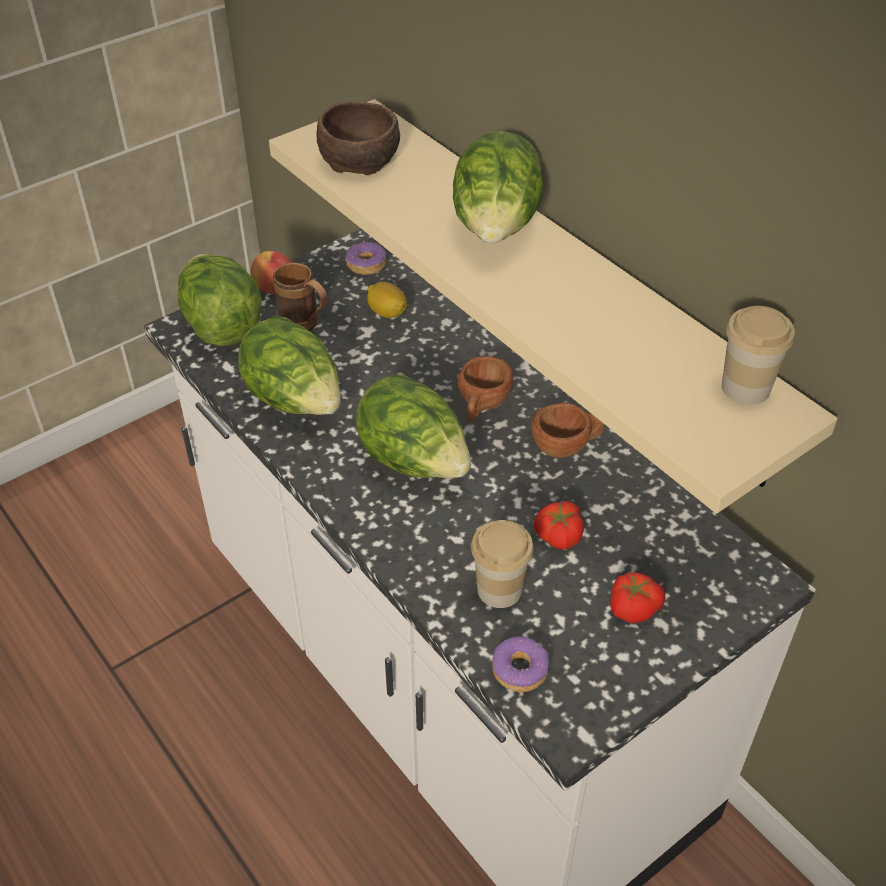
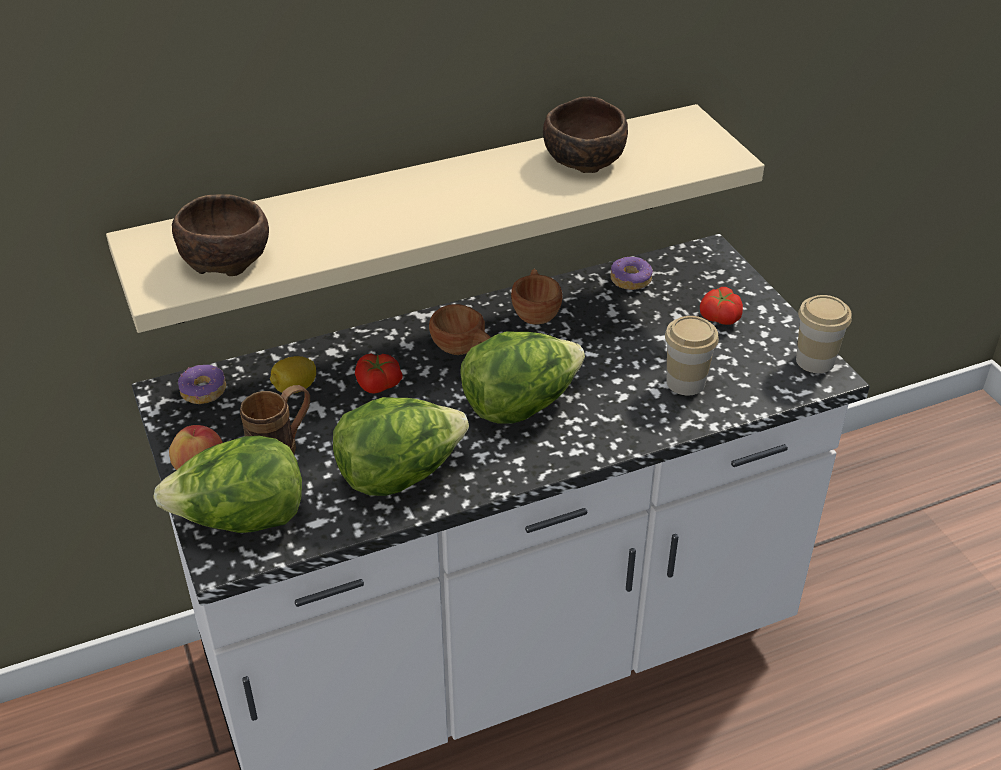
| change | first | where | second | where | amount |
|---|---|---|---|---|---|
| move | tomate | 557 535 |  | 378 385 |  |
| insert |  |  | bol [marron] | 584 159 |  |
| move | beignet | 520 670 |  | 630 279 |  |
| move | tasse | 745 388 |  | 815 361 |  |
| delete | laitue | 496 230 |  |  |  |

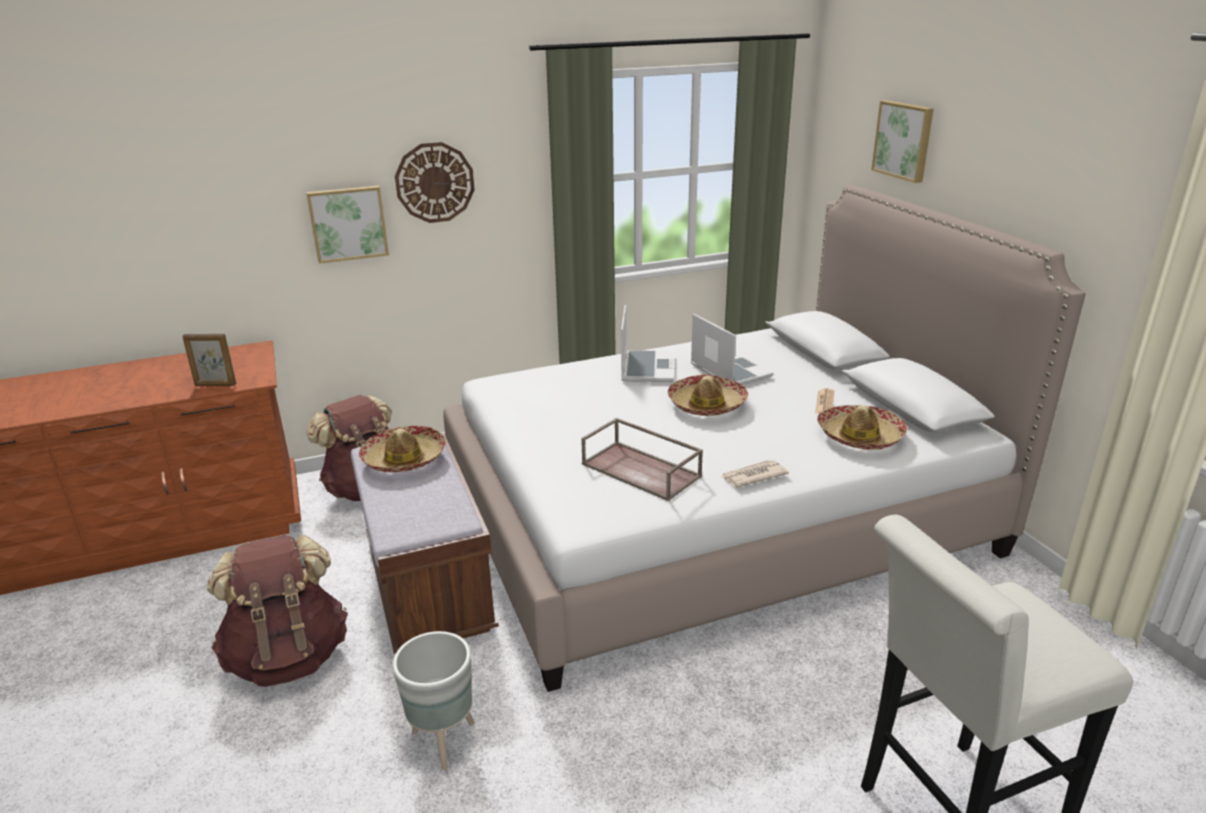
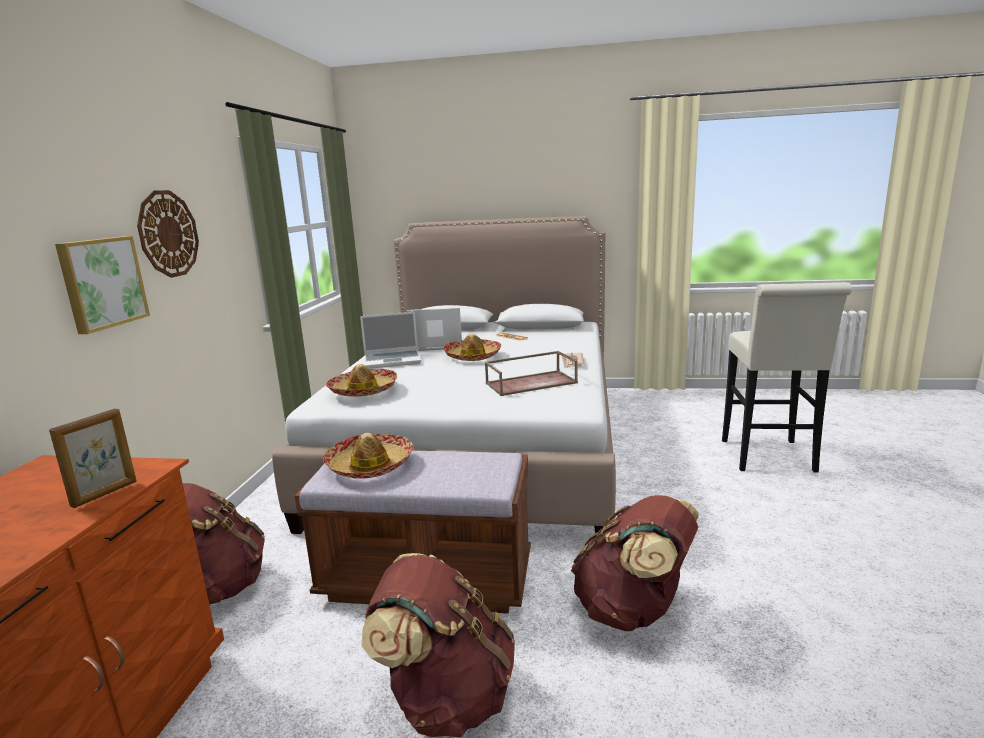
| change | first | where | second | where | amount |
|---|---|---|---|---|---|
| move | chapeau | 860 436 |  | 363 390 |  |
| rotate | ordinateur portable | 646 367 |  | 393 360 | 135 degrees clockwise |
| replace | cache-pot [gris] | 442 742 | sac à dos [marron] | 633 610 |  |
| delete | tableau | 904 140 |  |  |  |

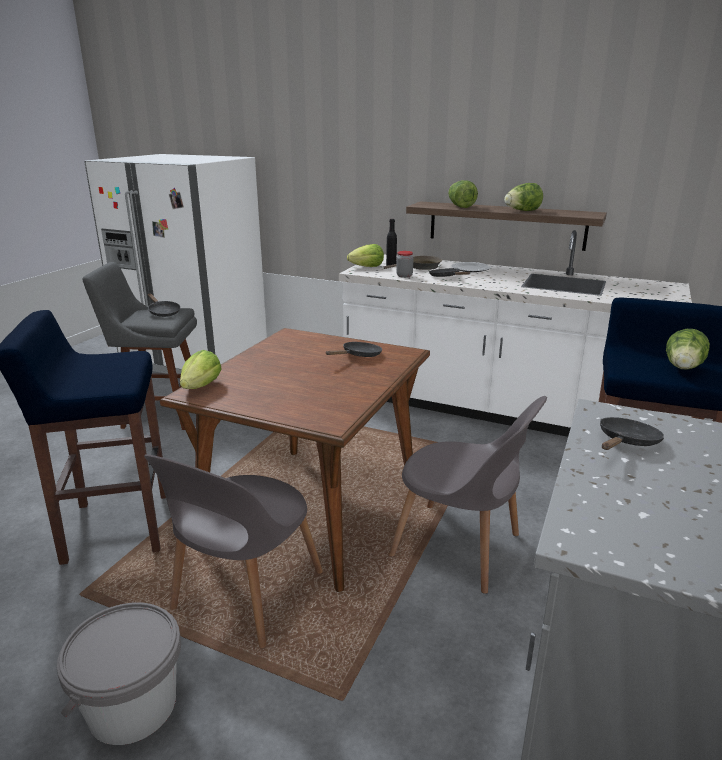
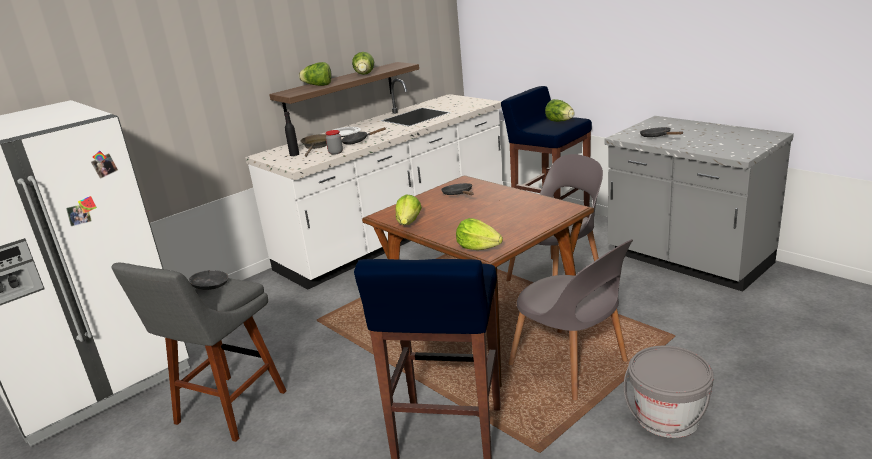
| change | first | where | second | where | amount |
|---|---|---|---|---|---|
| move | laitue | 367 267 |  | 409 223 |  |

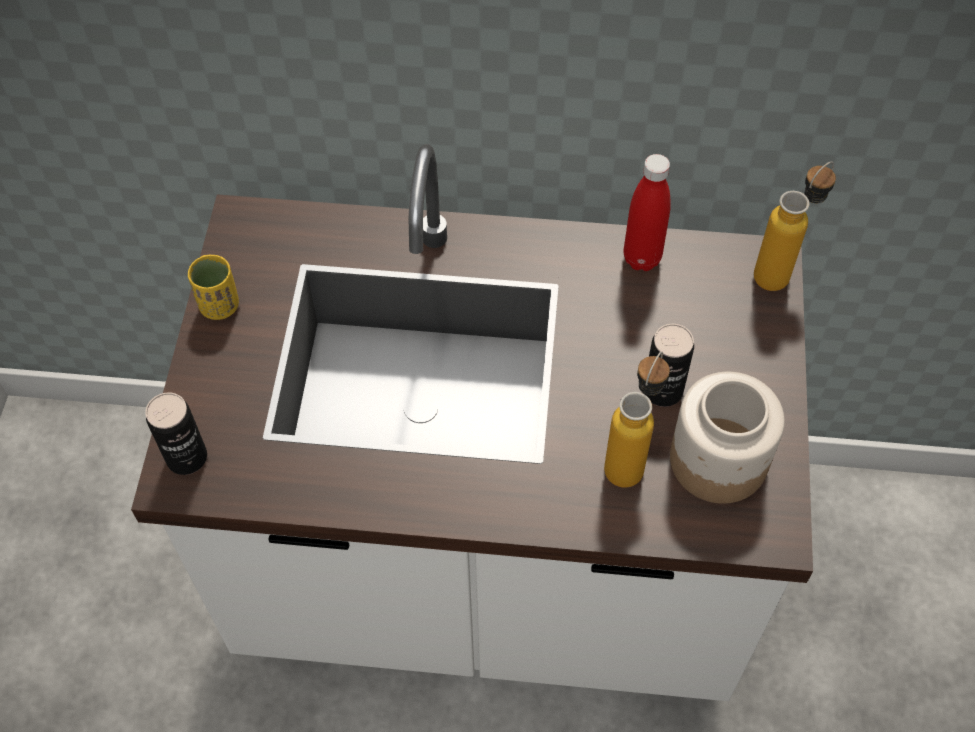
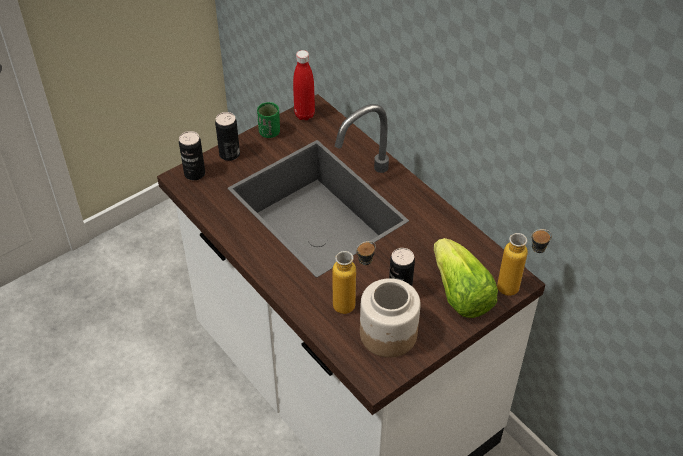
| change | first | where | second | where | amount |
|---|---|---|---|---|---|
| insert |  |  | boîte métallique | 229 154 |  |
| recolor | tasse [jaune] | 219 305 | tasse [vert] | 269 132 |  |
| move | bouteille [rouge] | 642 258 |  | 304 115 |  |
| insert |  |  | laitue | 460 294 |  |

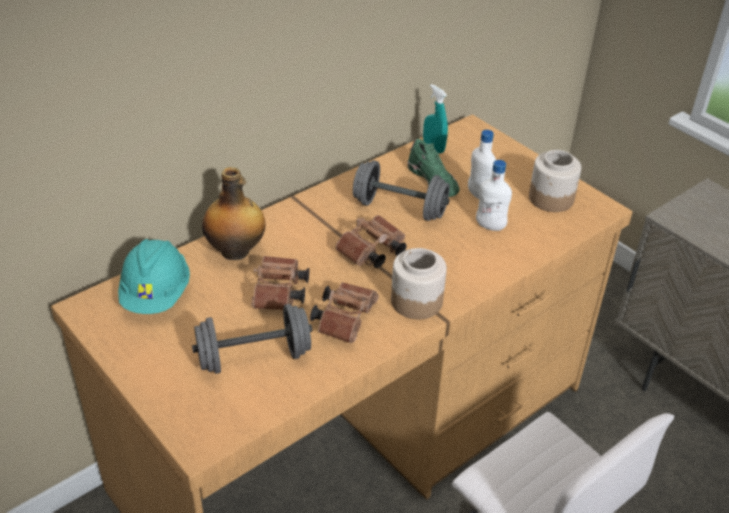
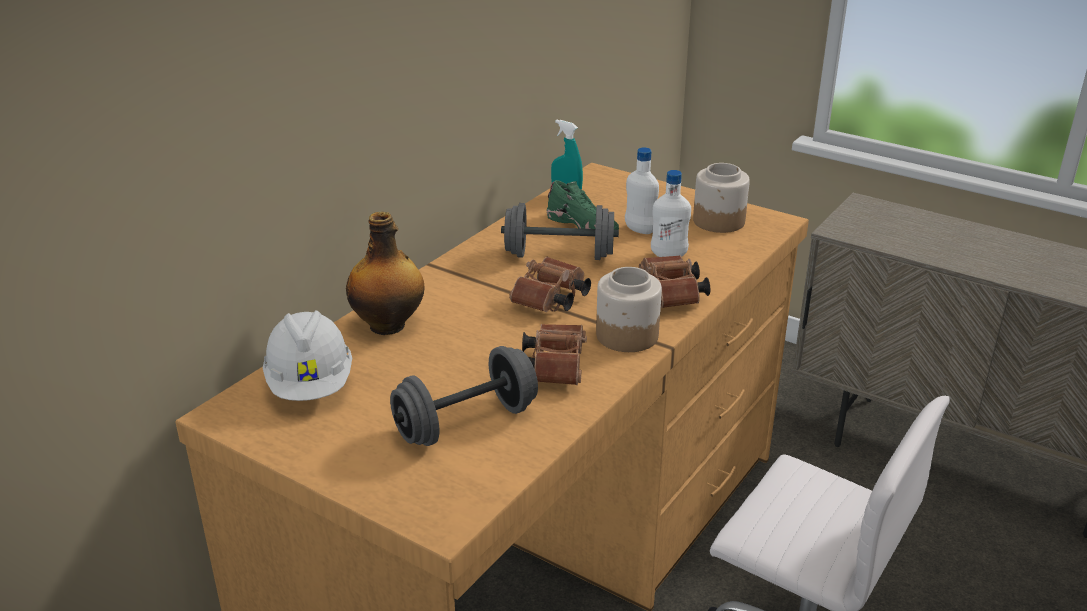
| change | first | where | second | where | amount |
|---|---|---|---|---|---|
| recolor | casque de chantier [turquoise] | 156 295 | casque de chantier [blanc] | 311 384 |  |
| move | jumelles [marron] | 279 294 |  | 672 295 |  |

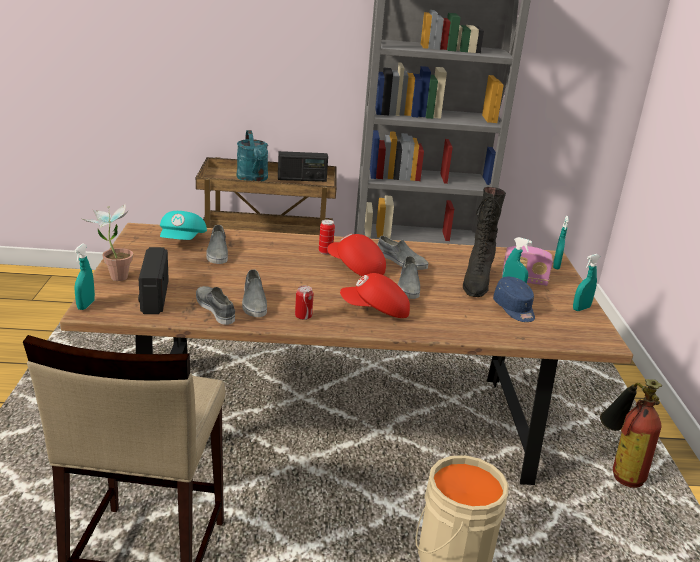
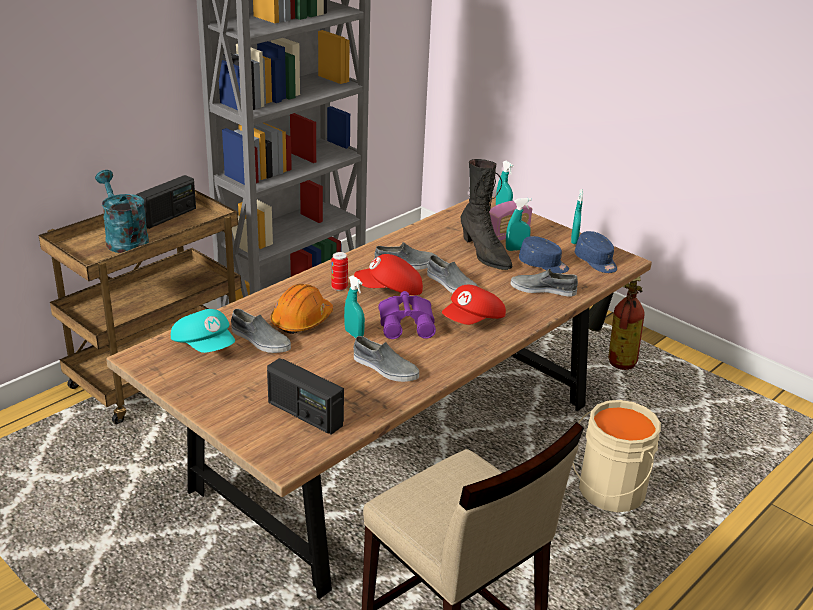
| change | first | where | second | where | amount |
|---|---|---|---|---|---|
| rotate | arrosoir [turquoise] | 253 179 |  | 124 239 | 150 degrees counterclockwise |
| insert |  |  | casque de chantier [orange] | 301 320 |  |
| move | vaporisateur [turquoise] | 86 305 |  | 354 334 |  |
| insert |  |  | jumelles [violet] | 407 322 |  |
| move | chaussure [gris] | 216 309 |  | 543 289 |  |
| insert |  |  | casquette [bleu] | 596 261 |  |
| delete | plante en pot | 114 276 |  |  |  |
| delete | boîte métallique | 303 316 |  |  |  |

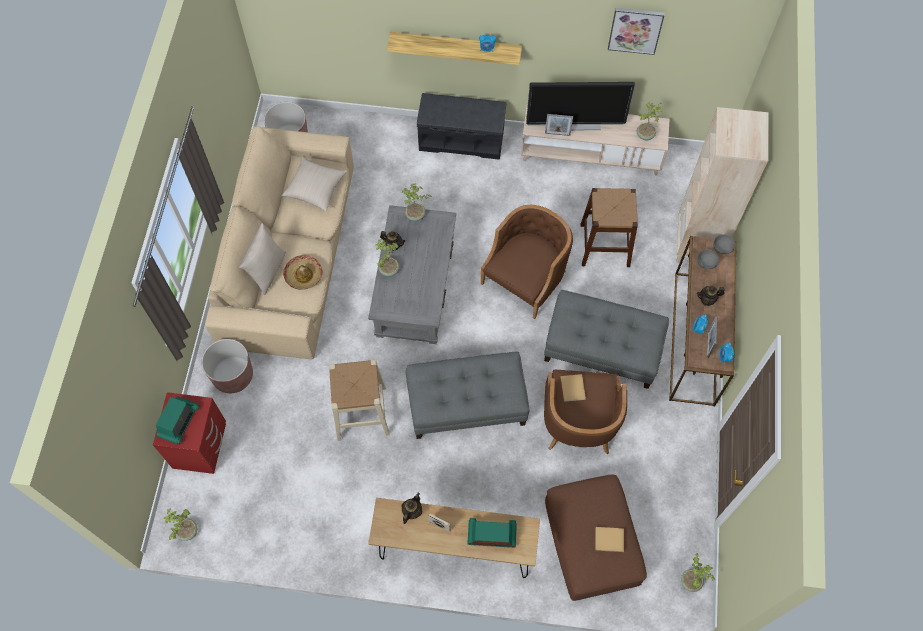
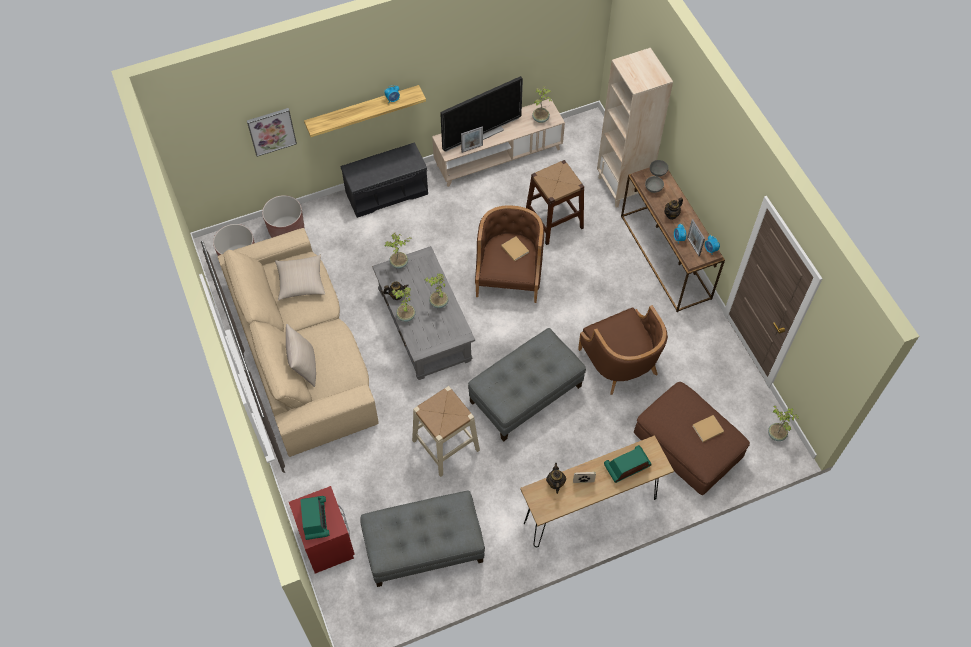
| change | first | where | second | where | amount |
|---|---|---|---|---|---|
| move | tableau | 635 30 |  | 271 131 |  |
| move | cache-pot [marron] | 233 376 |  | 287 231 |  |
| move | pouf [gris] | 602 349 |  | 424 547 |  |
| move | plante en pot | 187 531 |  | 438 303 |  |
| move | livre [beige] | 572 387 |  | 514 249 |  |
| delete | chapeau | 303 275 |  |  |  |

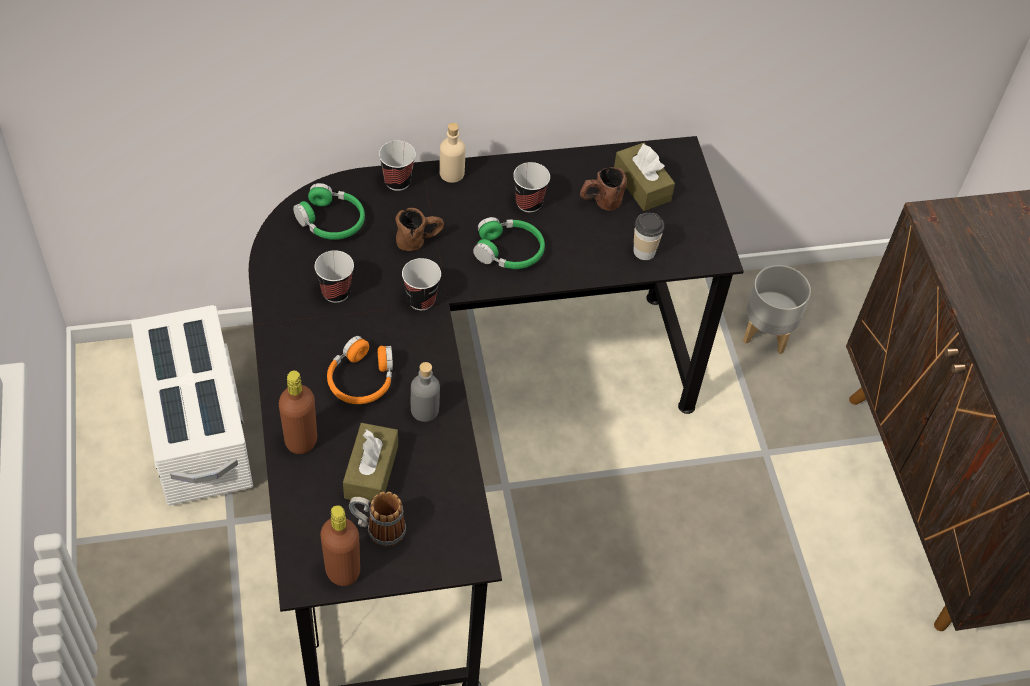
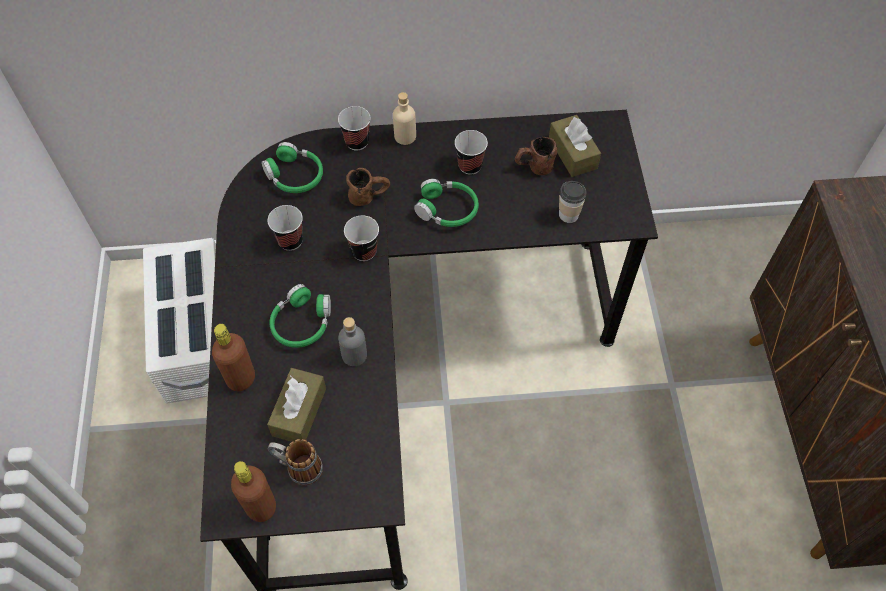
| change | first | where | second | where | amount |
|---|---|---|---|---|---|
| recolor | casque audio [orange] | 361 379 | casque audio [vert] | 302 323 |  |
| delete | cache-pot [gris] | 767 332 |  |  |  |

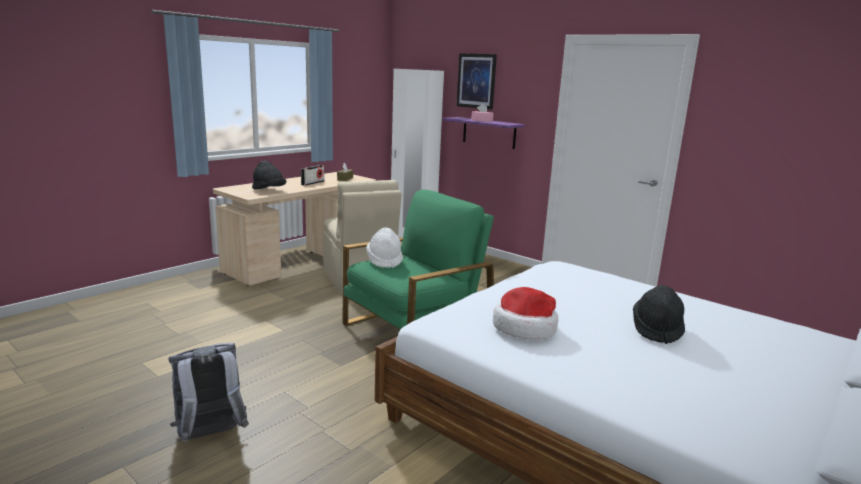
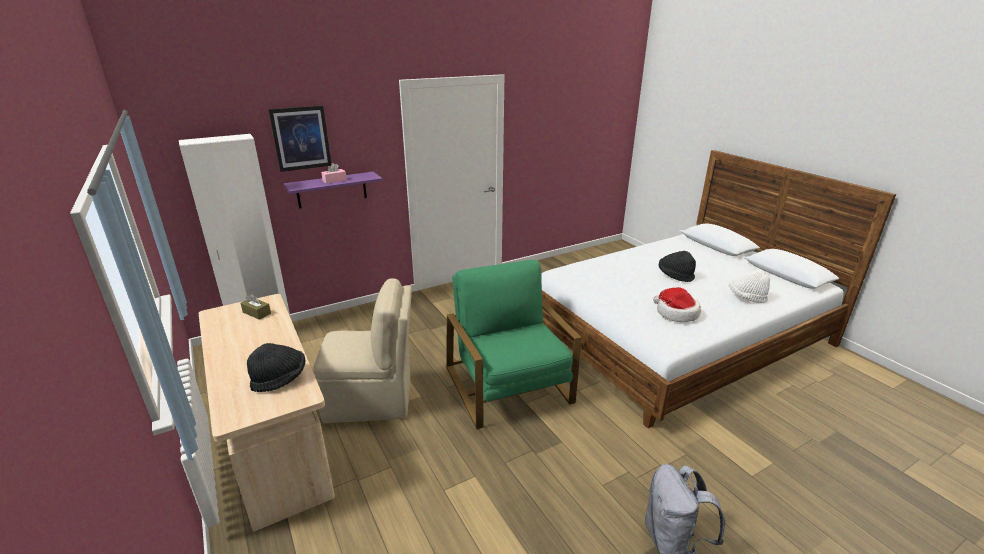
| change | first | where | second | where | amount |
|---|---|---|---|---|---|
| move | chapeau [blanc] | 384 261 |  | 746 298 |  |
| delete | radio | 312 183 |  |  |  |

